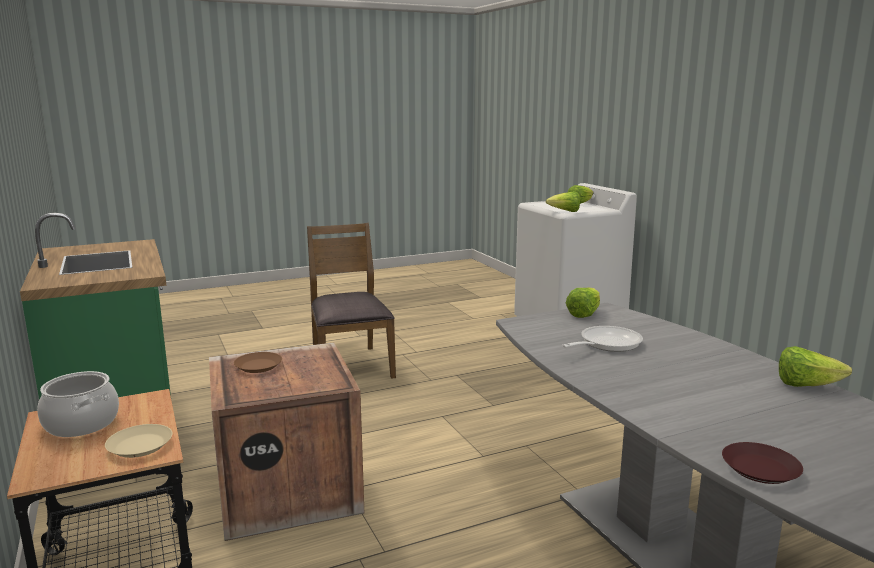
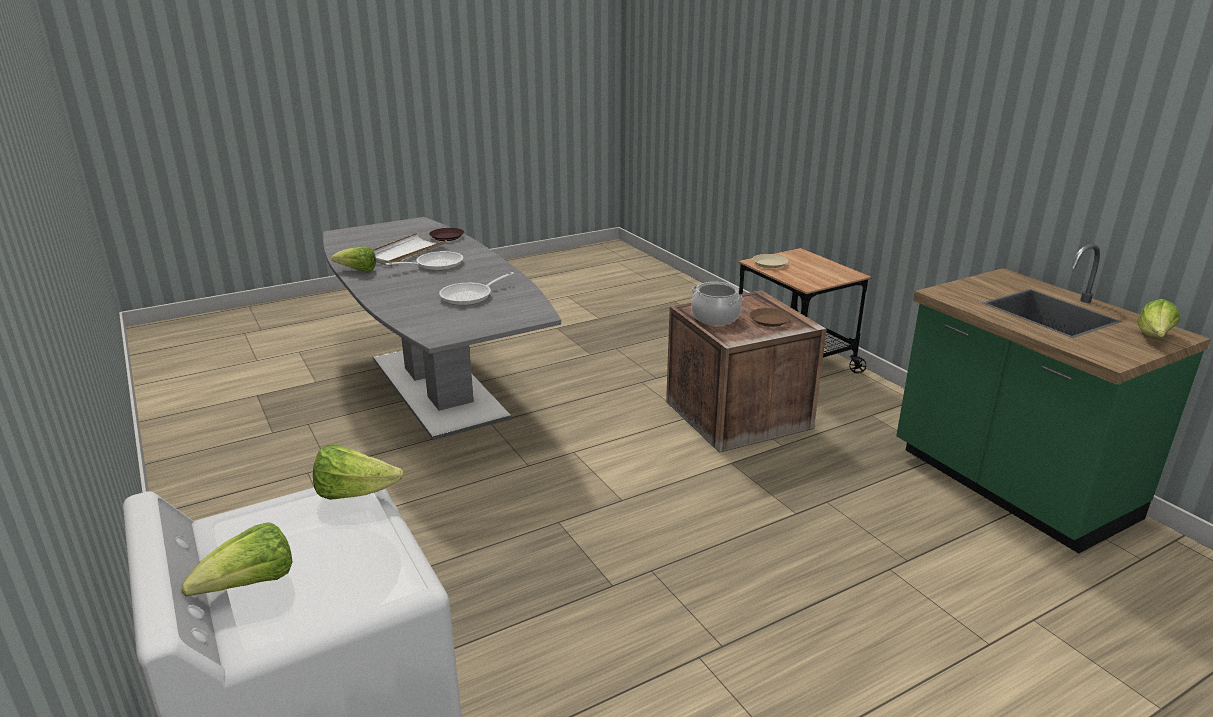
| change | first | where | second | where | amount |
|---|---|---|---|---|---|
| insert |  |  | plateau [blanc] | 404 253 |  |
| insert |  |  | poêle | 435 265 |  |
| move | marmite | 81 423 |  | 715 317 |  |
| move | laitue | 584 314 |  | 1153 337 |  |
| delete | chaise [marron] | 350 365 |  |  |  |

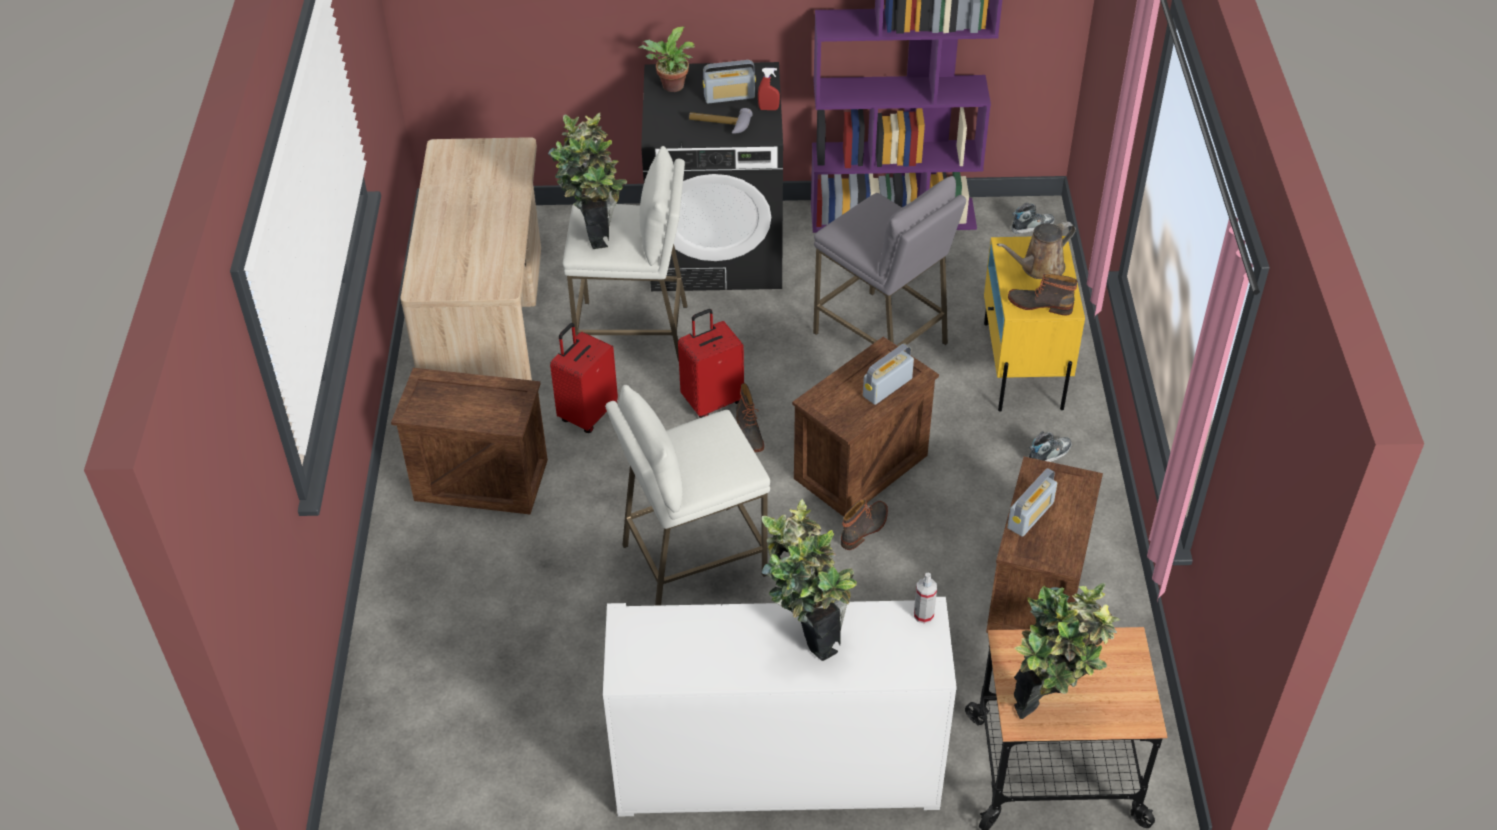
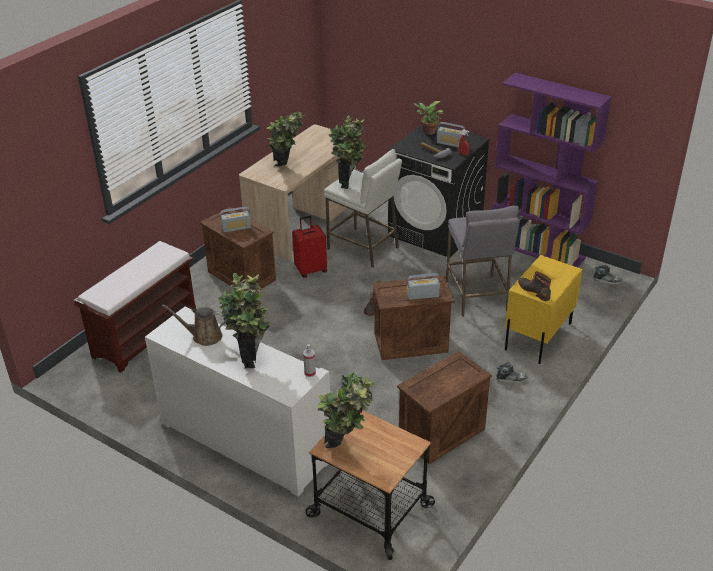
| change | first | where | second | where | amount |
|---|---|---|---|---|---|
| insert |  |  | banc [marron] | 146 334 |  |
| move | arrosoir [marron] | 1039 268 |  | 204 336 |  |
| move | radio | 1030 515 |  | 236 228 |  |
| insert |  |  | plante en pot | 288 169 |  |
| delete | tabouret [blanc] | 693 559 |  |  |  |
| delete | valise [rouge] | 712 401 |  |  |  |
| delete | botte | 865 529 |  |  |  |

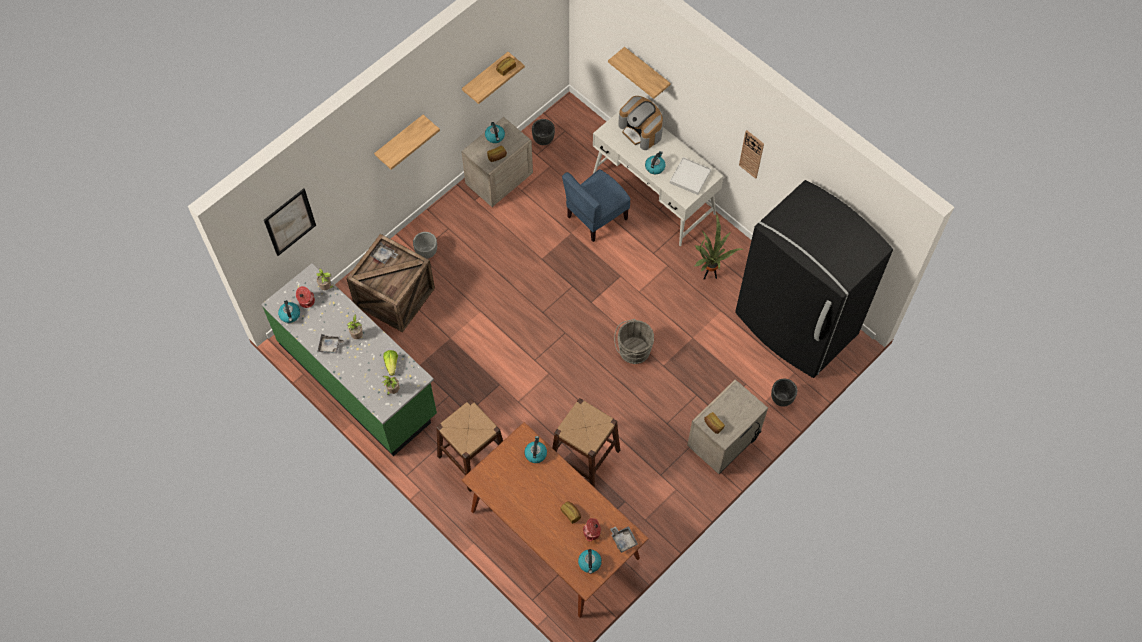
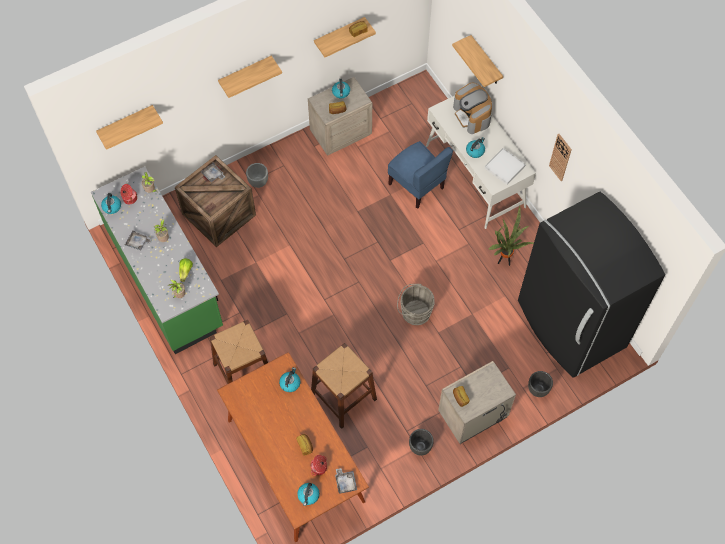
| change | first | where | second | where | amount |
|---|---|---|---|---|---|
| replace | tableau | 290 222 | étagère | 126 124 |  |
| rotate | chaise [bleu] | 596 217 |  | 417 186 | 105 degrees counterclockwise |
| move | cache-pot [noir] | 543 140 |  | 420 447 |  |

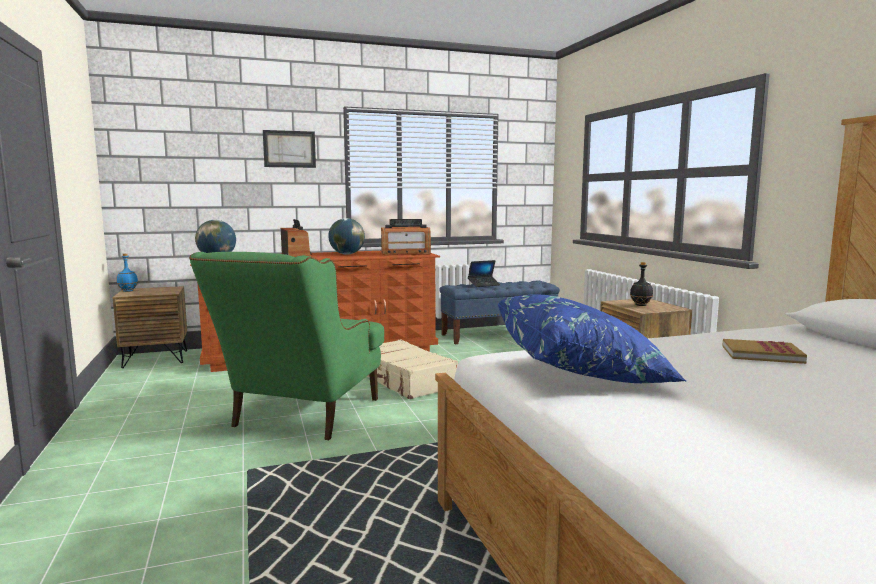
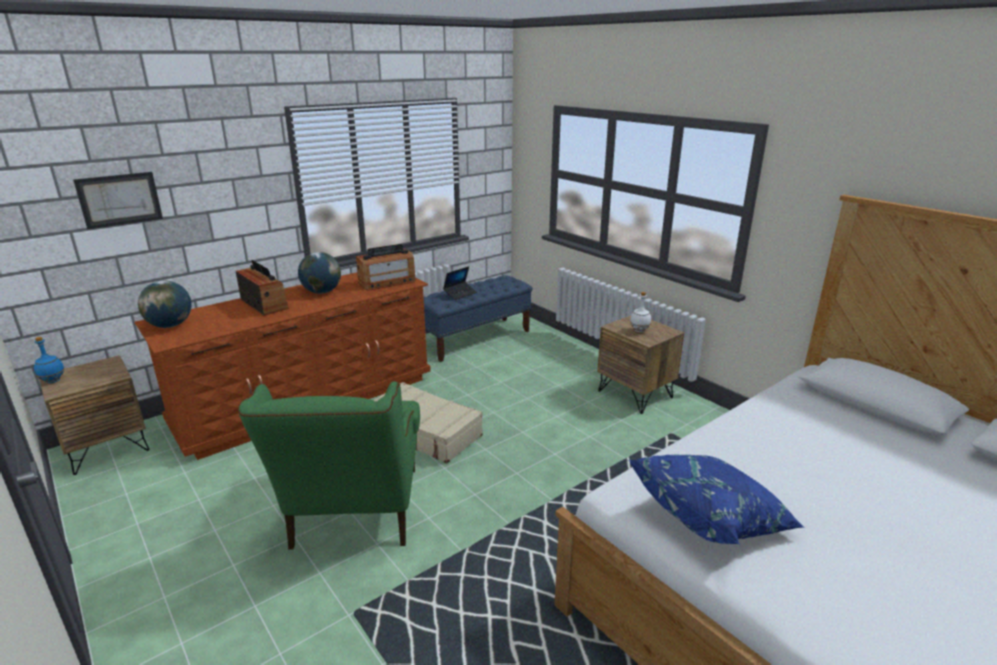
| change | first | where | second | where | amount |
|---|---|---|---|---|---|
| move | tableau | 289 149 |  | 119 199 |  |
| recolor | bouteille [noir] | 640 305 | bouteille [blanc] | 639 330 |  |
| delete | livre | 761 354 |  |  |  |

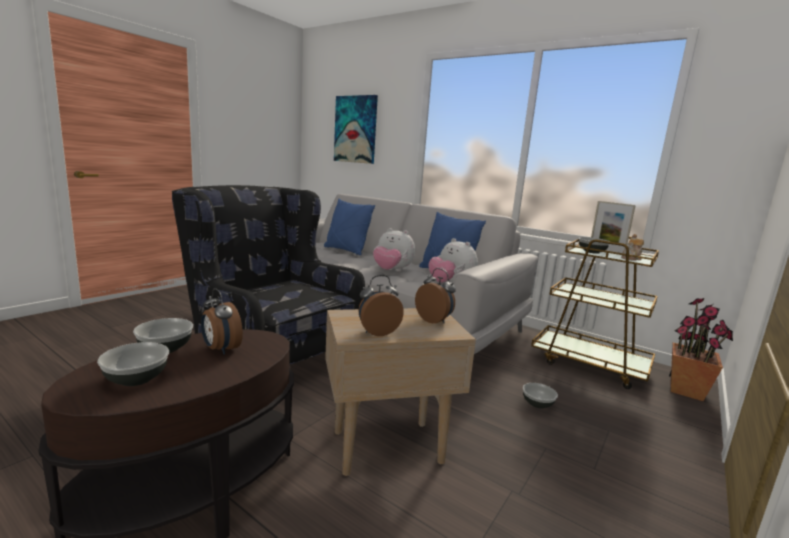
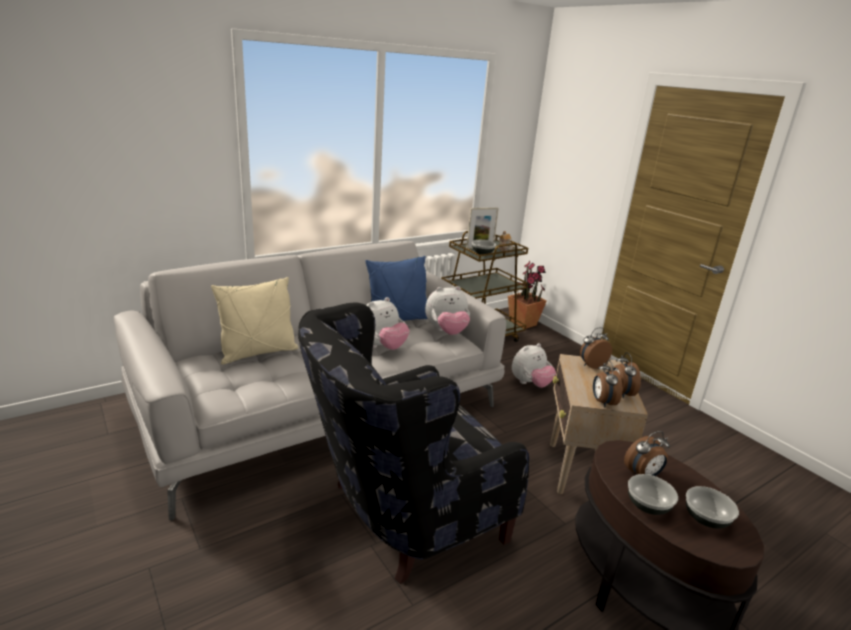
| change | first | where | second | where | amount |
|---|---|---|---|---|---|
| recolor | coussin [bleu] | 346 250 | coussin [beige] | 258 353 |  |
| replace | bol | 538 404 | peluche | 530 384 |  |
| insert |  |  | réveil | 602 402 |  |
| delete | tableau | 355 129 |  |  |  |

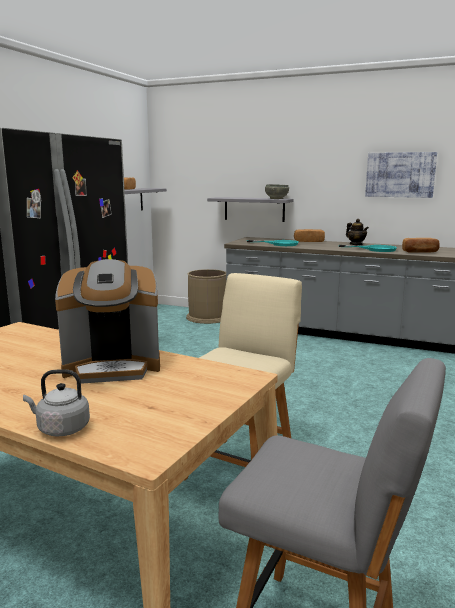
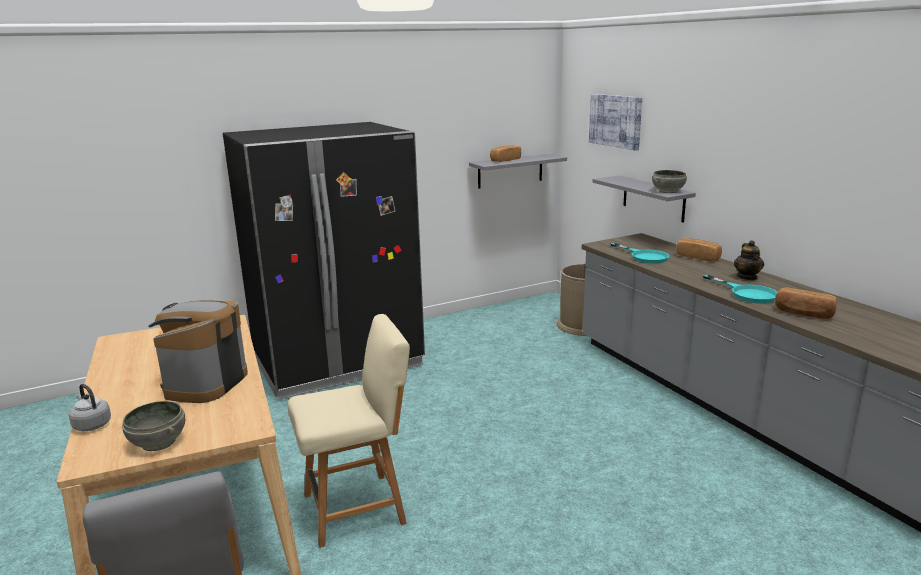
| change | first | where | second | where | amount |
|---|---|---|---|---|---|
| insert |  |  | bol [gris] | 159 442 |  |
| rotate | machine à café | 113 367 |  | 205 383 | 75 degrees clockwise |
| move | tableau | 400 175 |  | 615 121 |  |

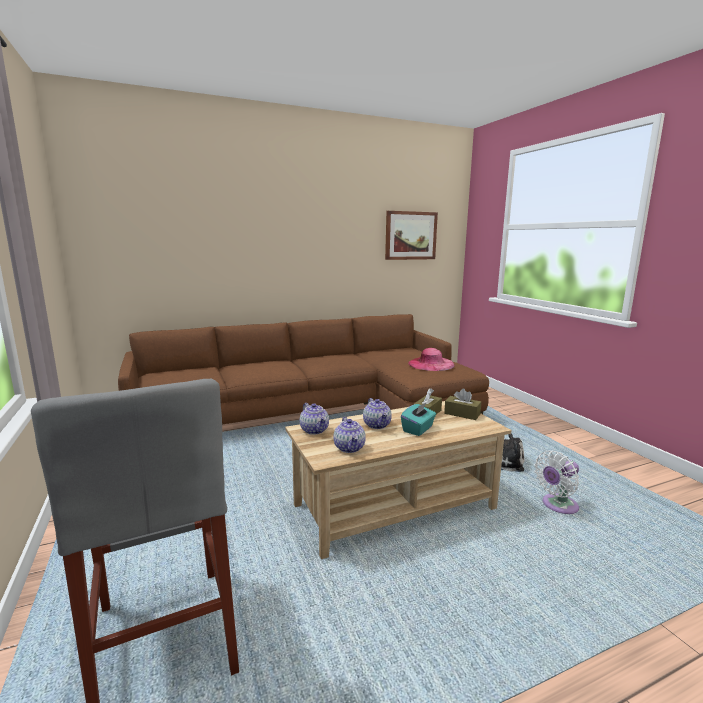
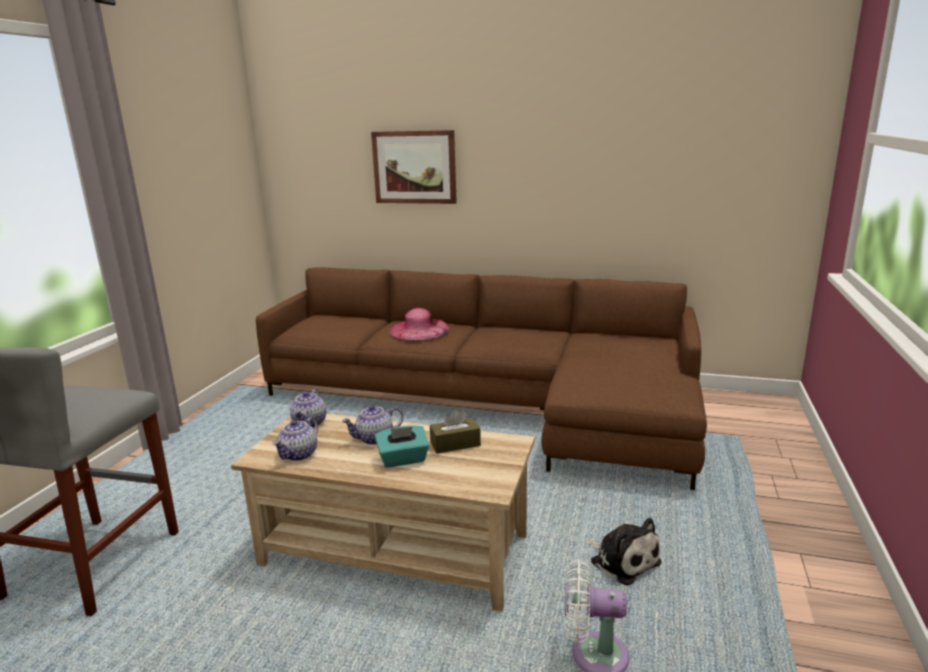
| change | first | where | second | where | amount |
|---|---|---|---|---|---|
| rotate | théière | 377 425 |  | 374 439 | 45 degrees clockwise |
| move | tableau | 410 235 |  | 414 167 |  |
| move | chapeau [rose] | 431 364 |  | 419 329 |  |
| delete | boîte à mouchoirs [marron] | 462 414 |  |  |  |

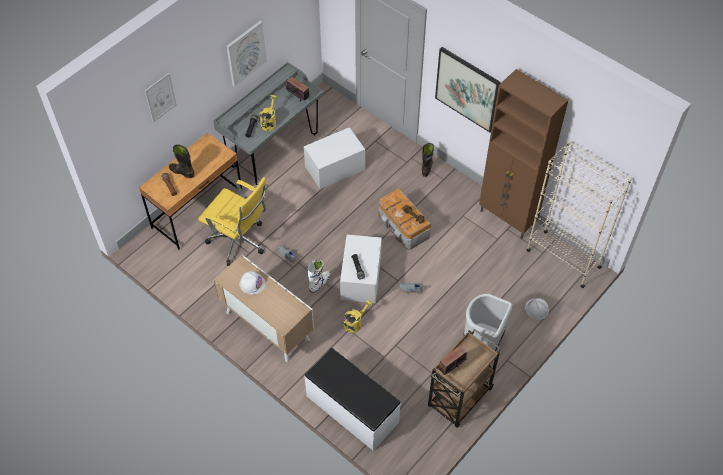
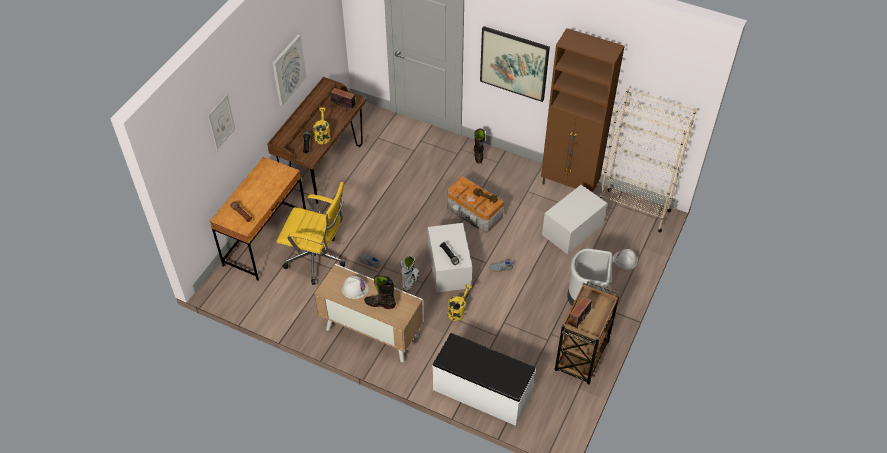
| change | first | where | second | where | amount |
|---|---|---|---|---|---|
| recolor | bureau [gris] | 274 150 | bureau [marron] | 324 168 |  |
| move | botte [noir] | 182 172 |  | 380 304 |  |
| move | boîte de rangement [blanc] | 335 168 |  | 572 229 |  |

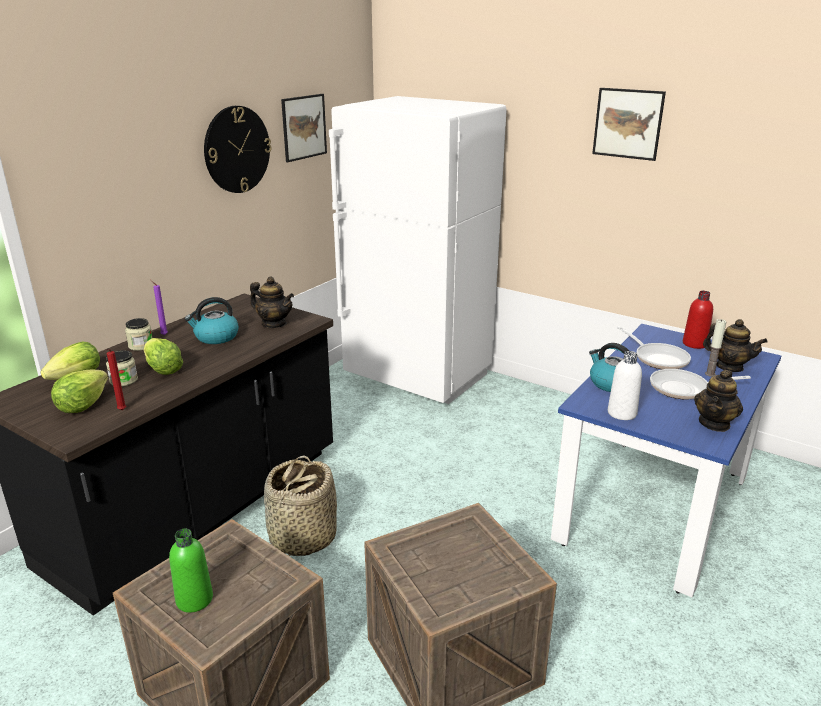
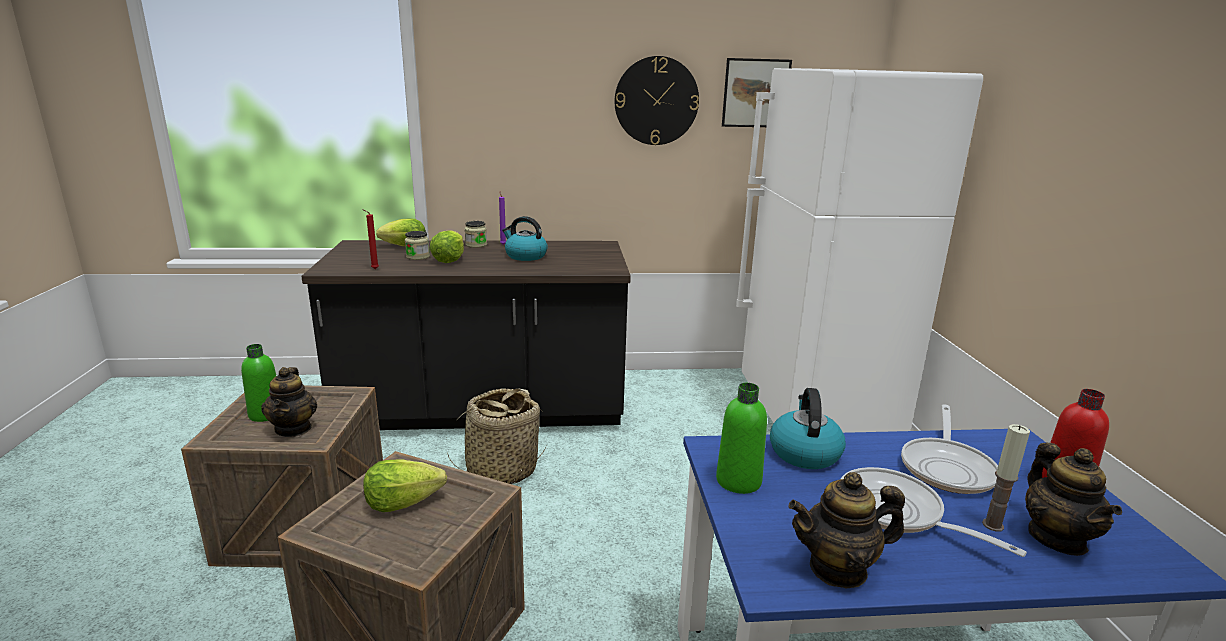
| change | first | where | second | where | amount |
|---|---|---|---|---|---|
| move | théière | 274 324 |  | 294 429 |  |
| move | laitue | 82 405 |  | 402 503 |  |
| recolor | bouteille [blanc] | 622 413 | bouteille [vert] | 738 481 |  |
| delete | tableau | 628 123 |  |  |  |

